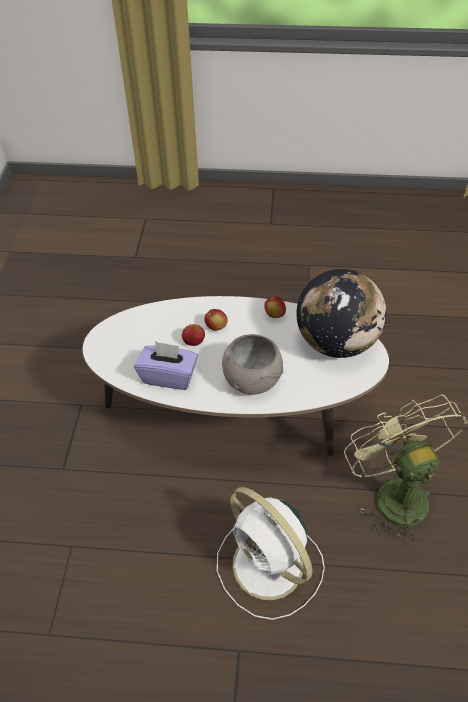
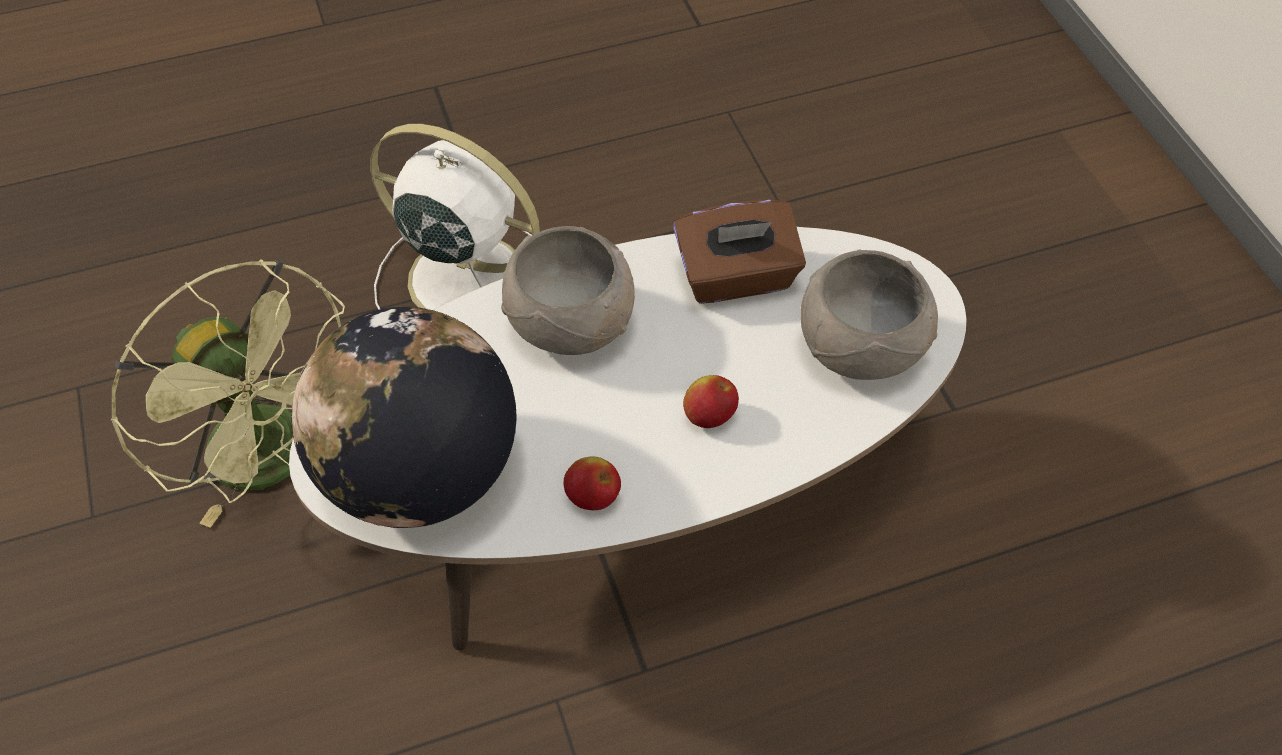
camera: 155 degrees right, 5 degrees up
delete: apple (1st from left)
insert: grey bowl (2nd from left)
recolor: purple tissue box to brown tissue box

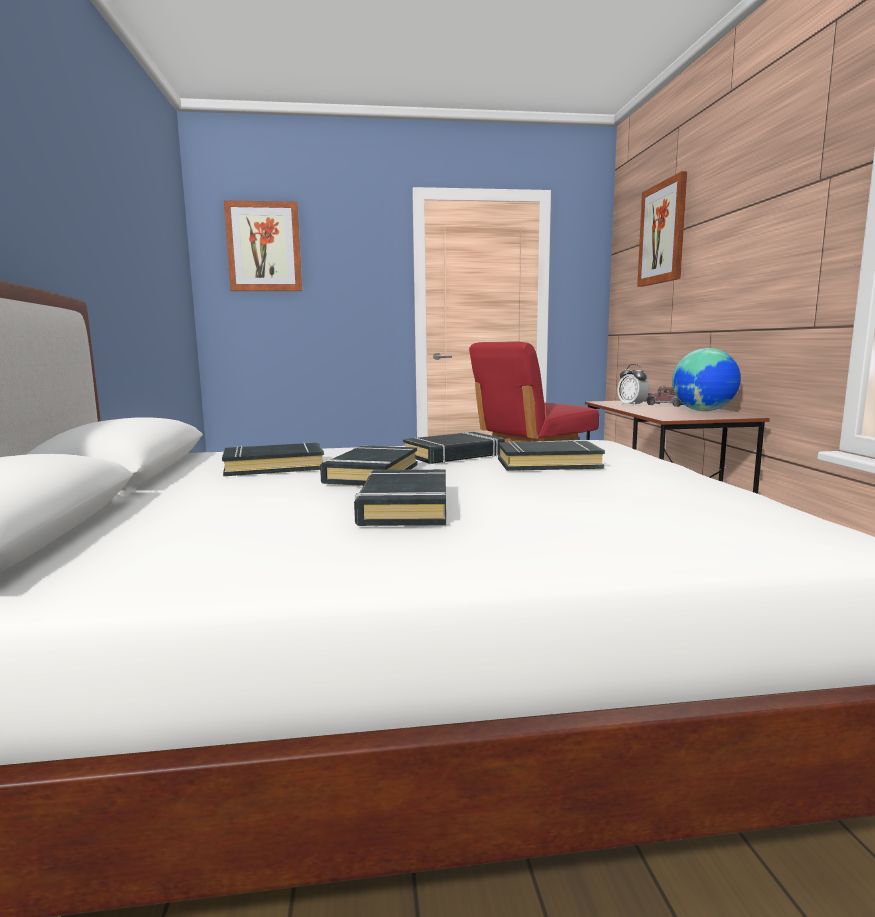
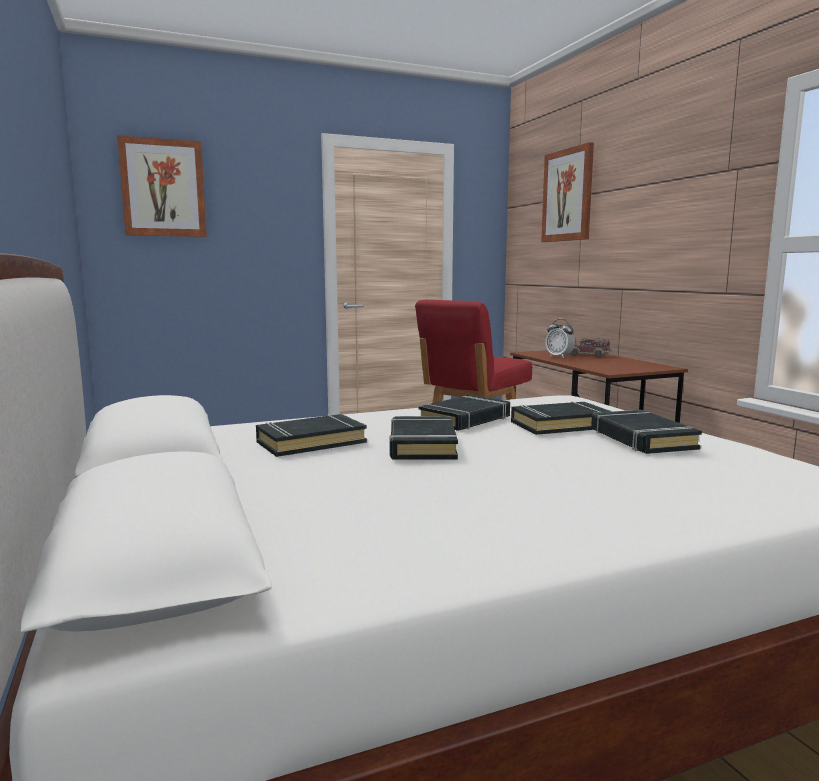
camera: 15 degrees left, 0 degrees up
delete: globe
move: black book (3rd from left in the first image) to black book (5th from left)

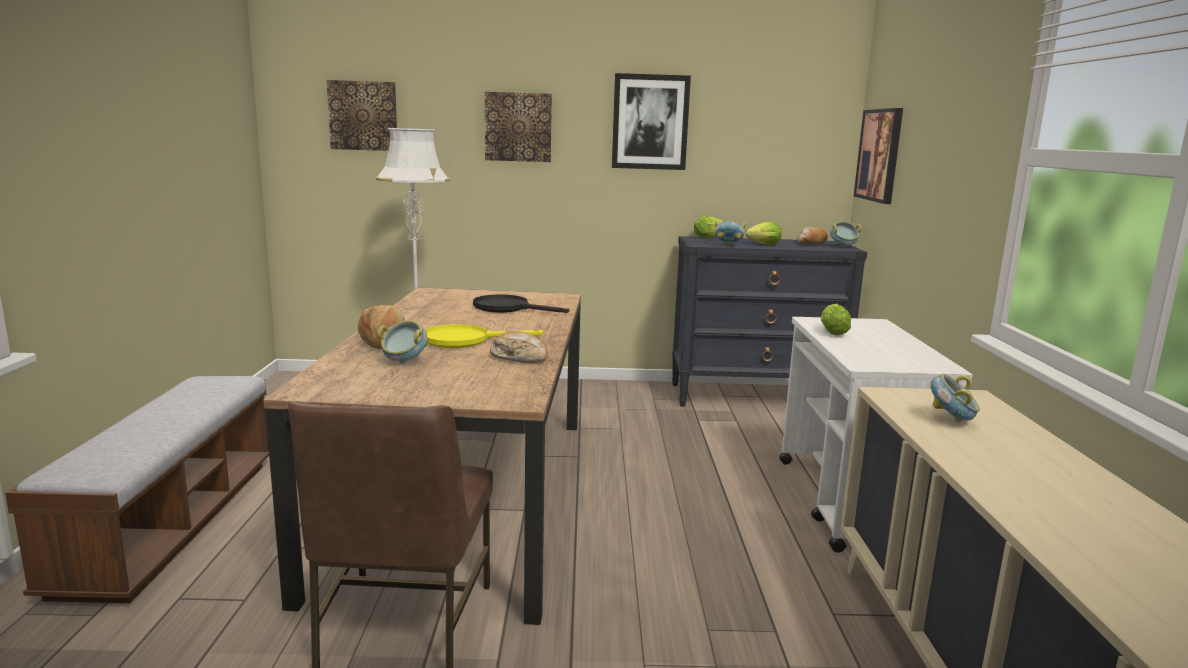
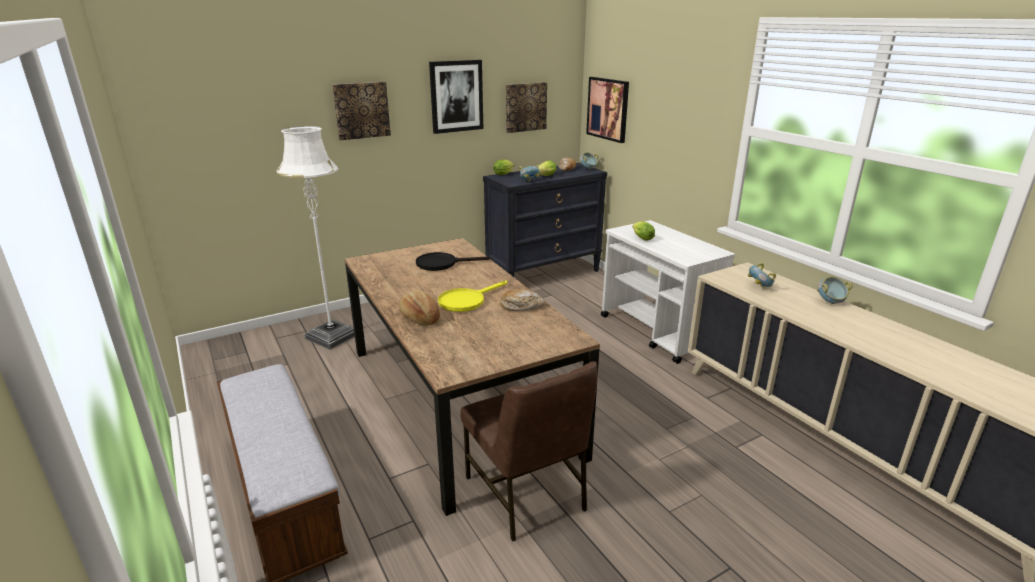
camera: 30 degrees left, 10 degrees up
move: picture (1st from left in the first image) to picture (3rd from left); bowl (1st from left in the first image) to bowl (4th from left)

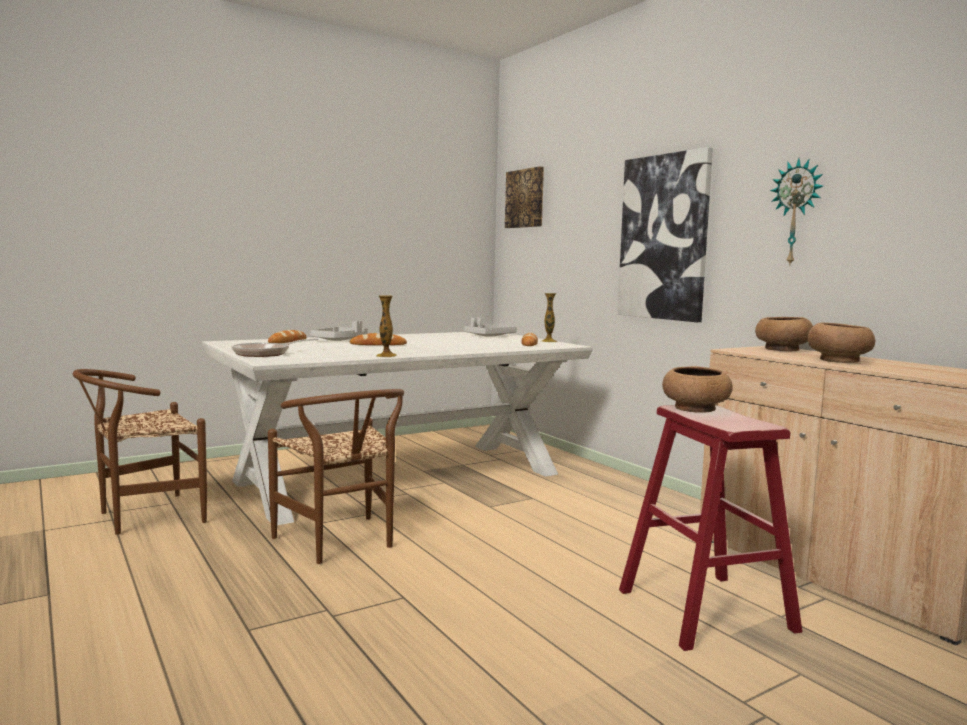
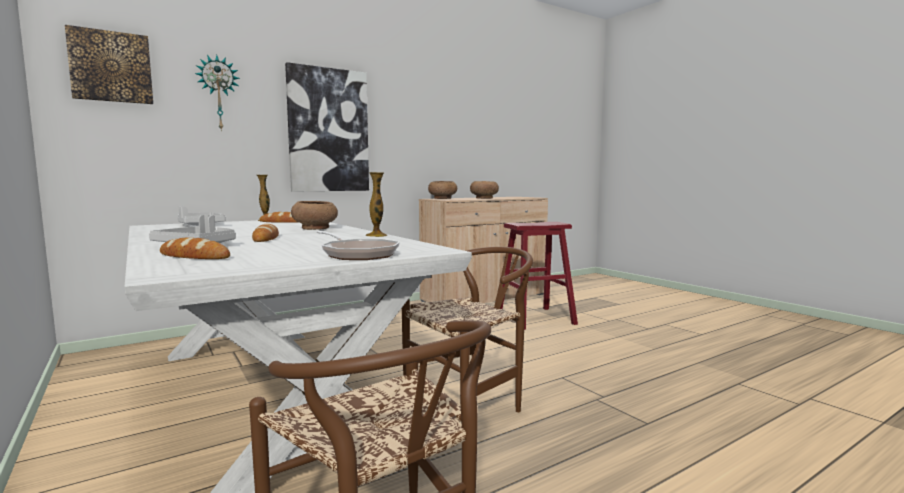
camera: 90 degrees left, 0 degrees up
move: brown bowl (1st from left); wall clock

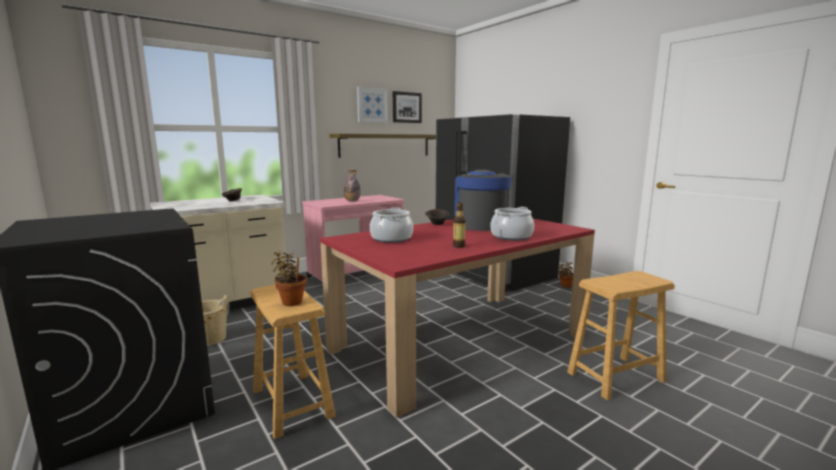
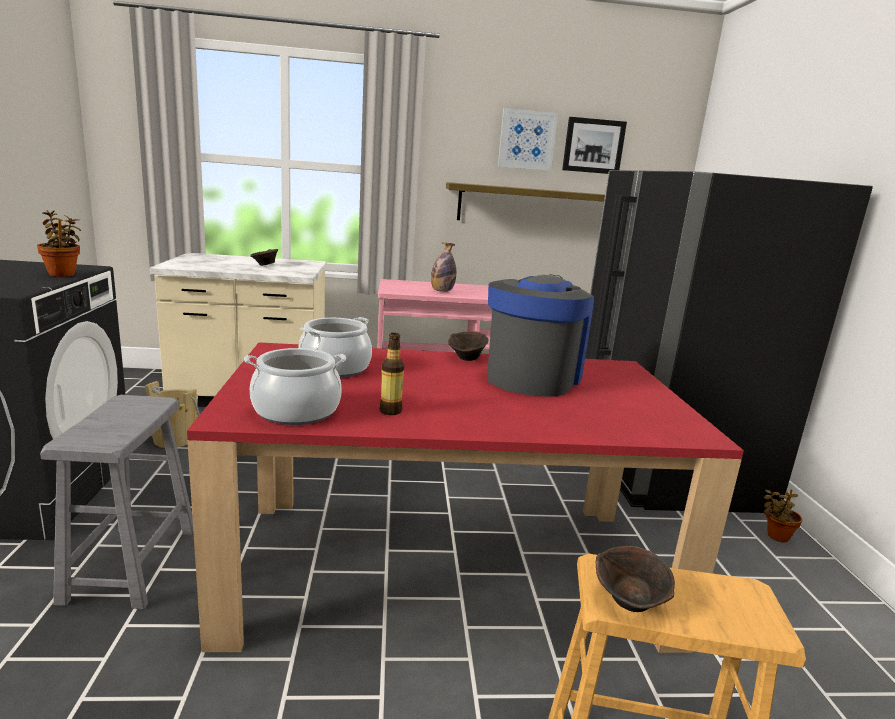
camera: 30 degrees right, 5 degrees up
insert: brown bowl (3rd from left)
move: potted plant (1st from left); cooking pot (2nd from left in the first image) to cooking pot (1st from left)
recolor: brown stool (1st from left) to grey stool

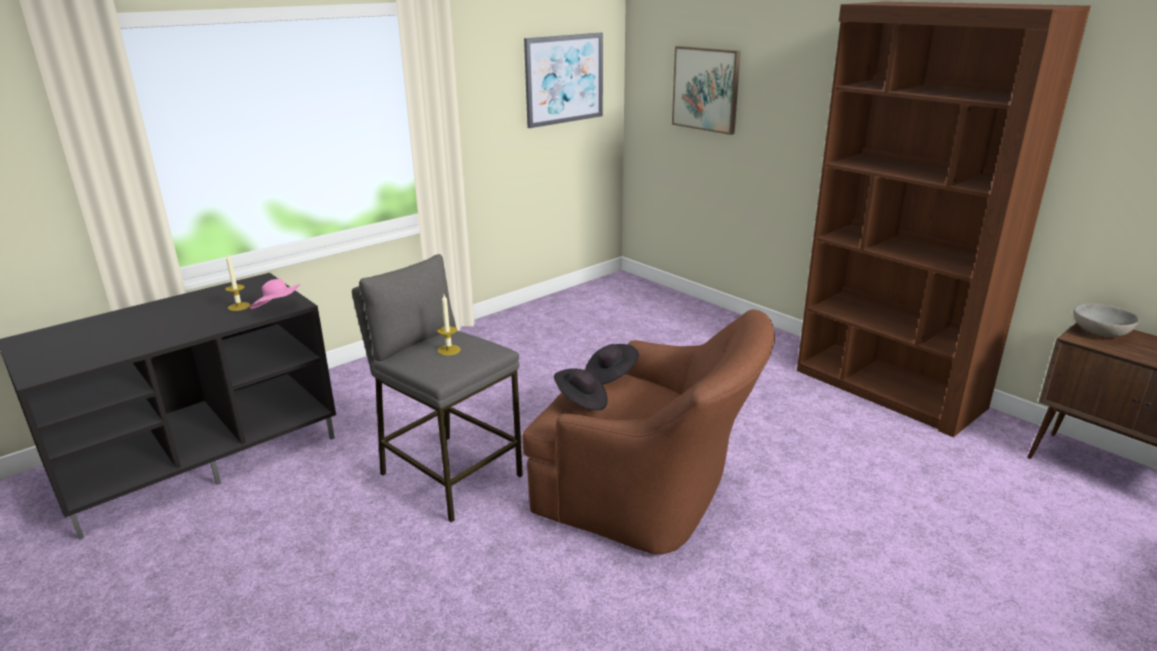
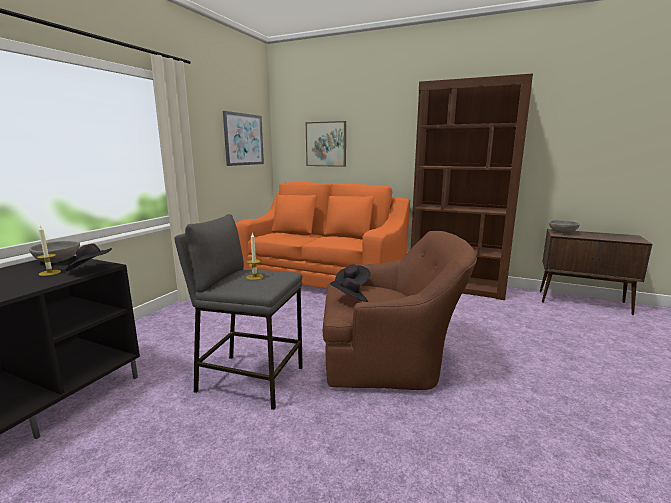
camera: 25 degrees left, 10 degrees down
insert: grey bowl (1st from left); orange sofa
recolor: pink hat to black hat (1st from left)

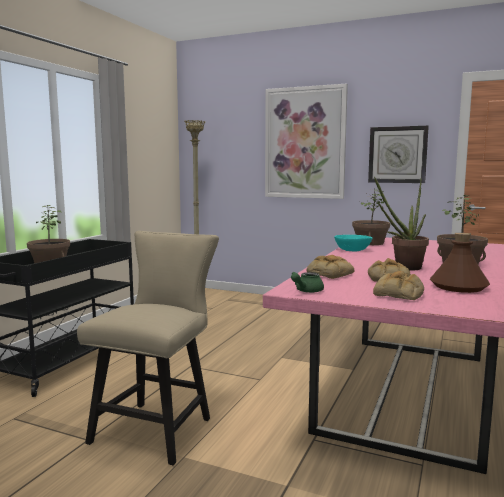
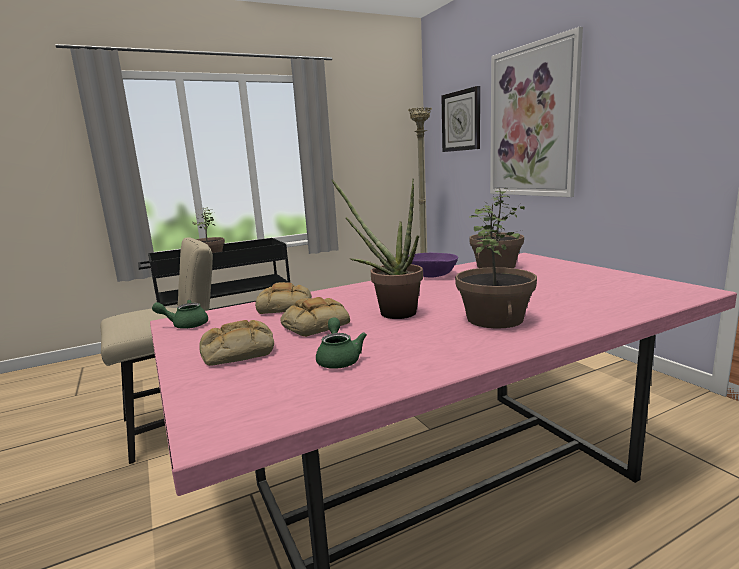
camera: 40 degrees right, 5 degrees up
move: wall clock
replace: brown bottle to green teapot (2nd from left)
recolor: turquoise bowl to purple bowl

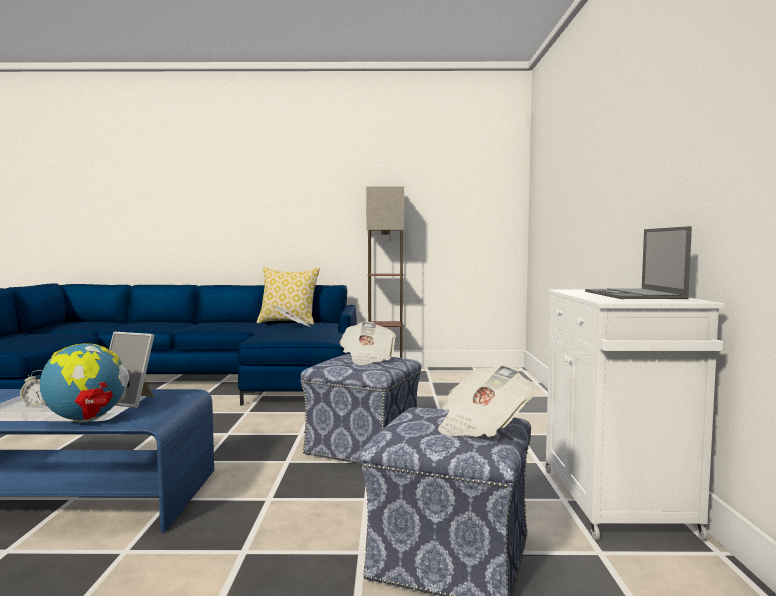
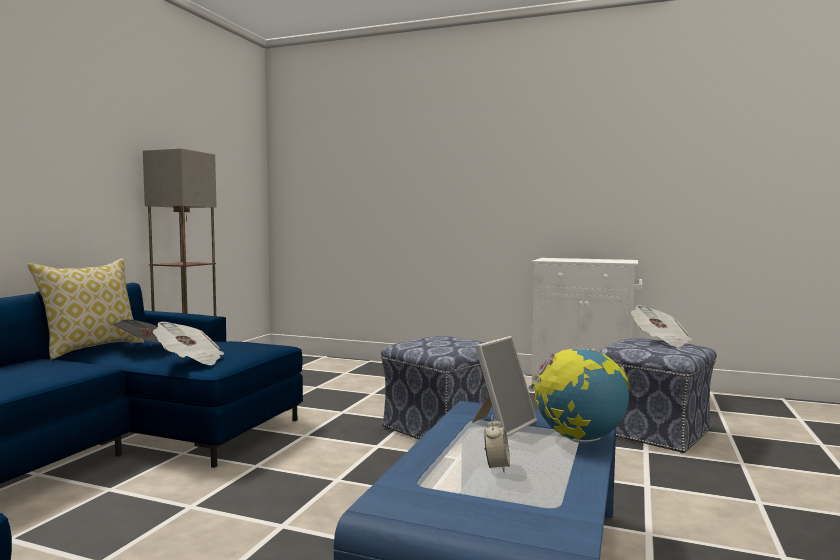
camera: 70 degrees left, 0 degrees up
delete: laptop
move: newspaper (2nd from left)

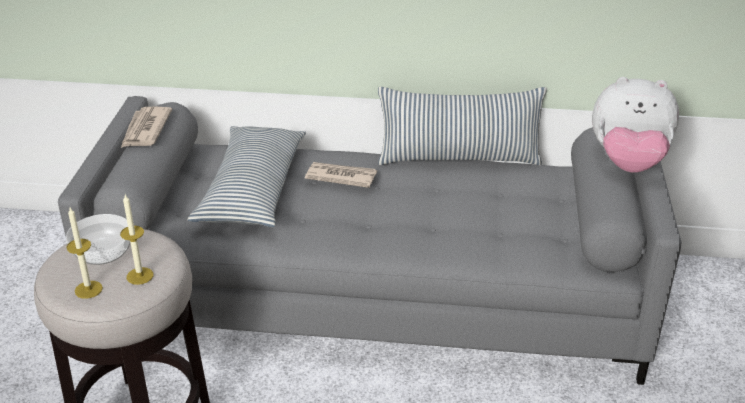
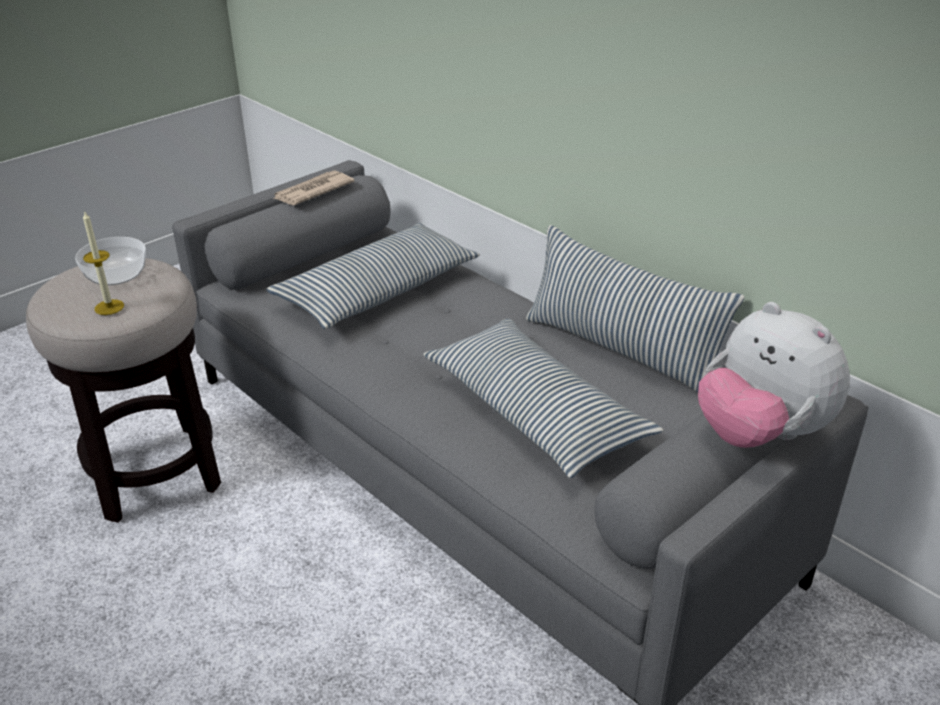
camera: 40 degrees right, 0 degrees up
delete: candle (1st from left); newspaper (2nd from left)
insert: pillow (2nd from left)

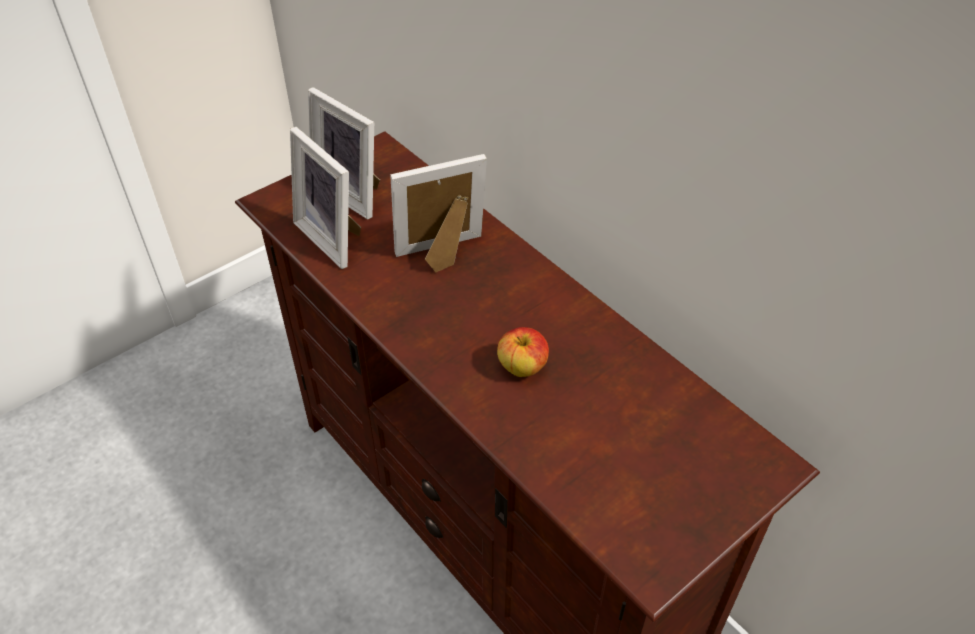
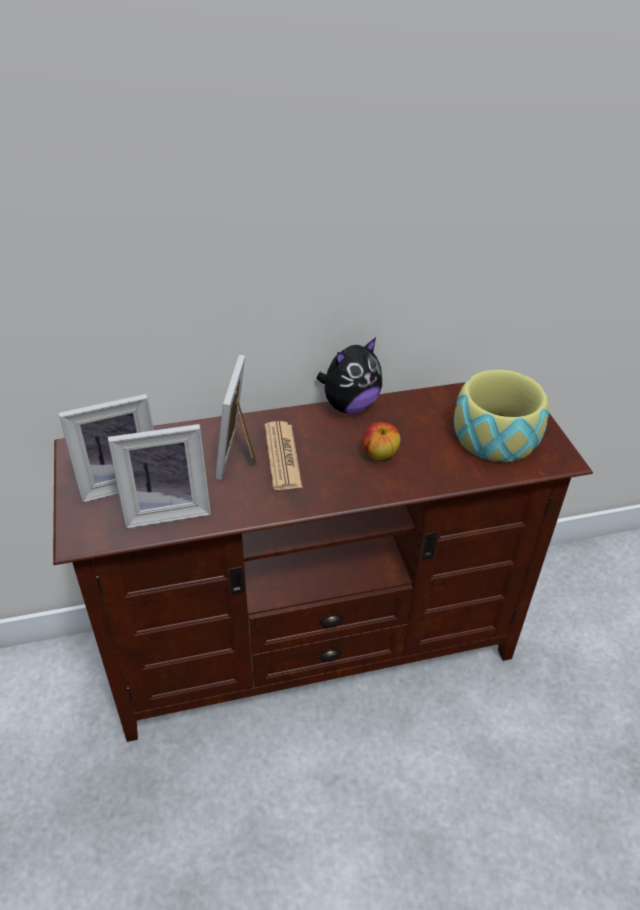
camera: 65 degrees left, 5 degrees down
insert: newspaper; plush toy; bowl

